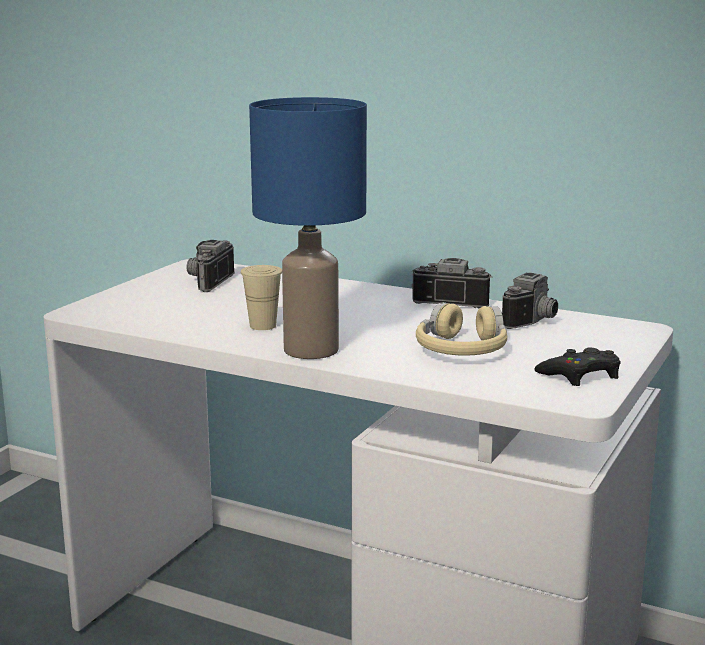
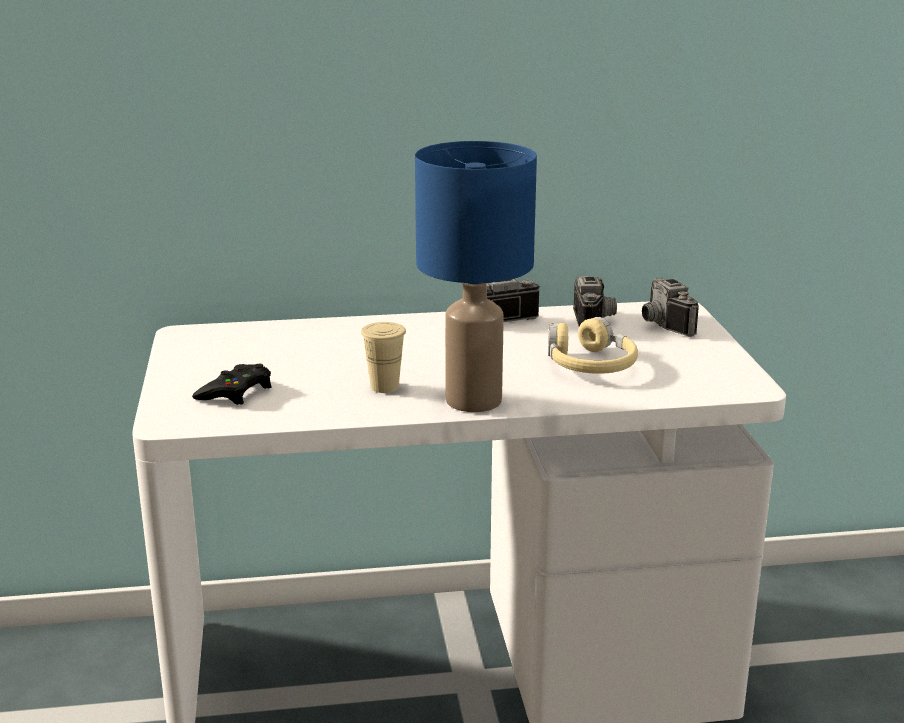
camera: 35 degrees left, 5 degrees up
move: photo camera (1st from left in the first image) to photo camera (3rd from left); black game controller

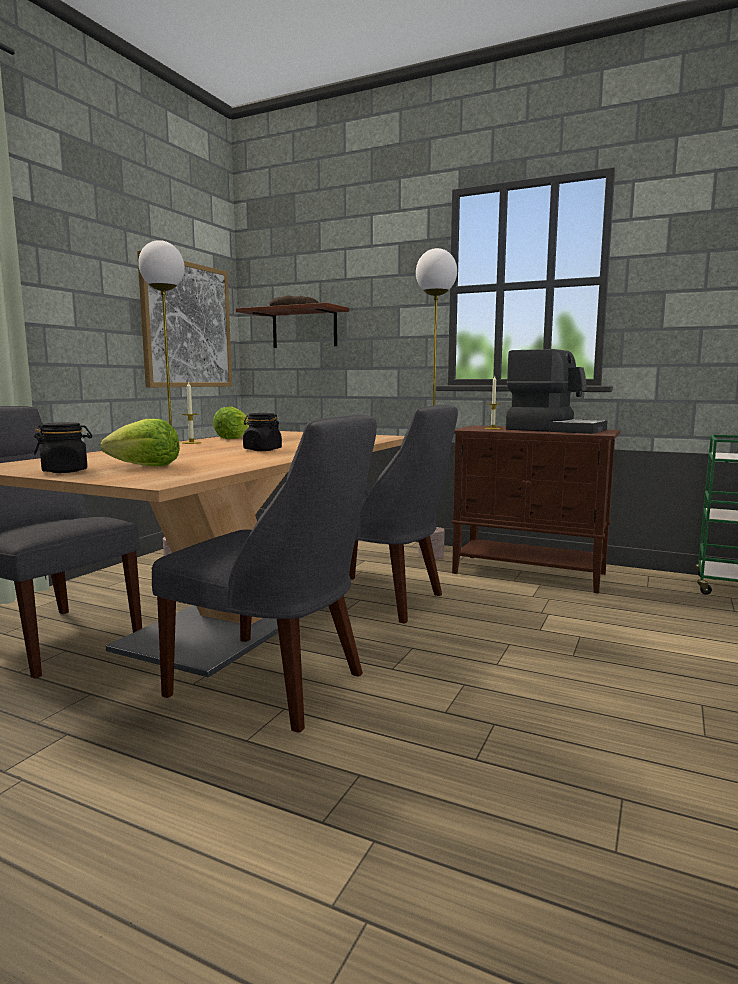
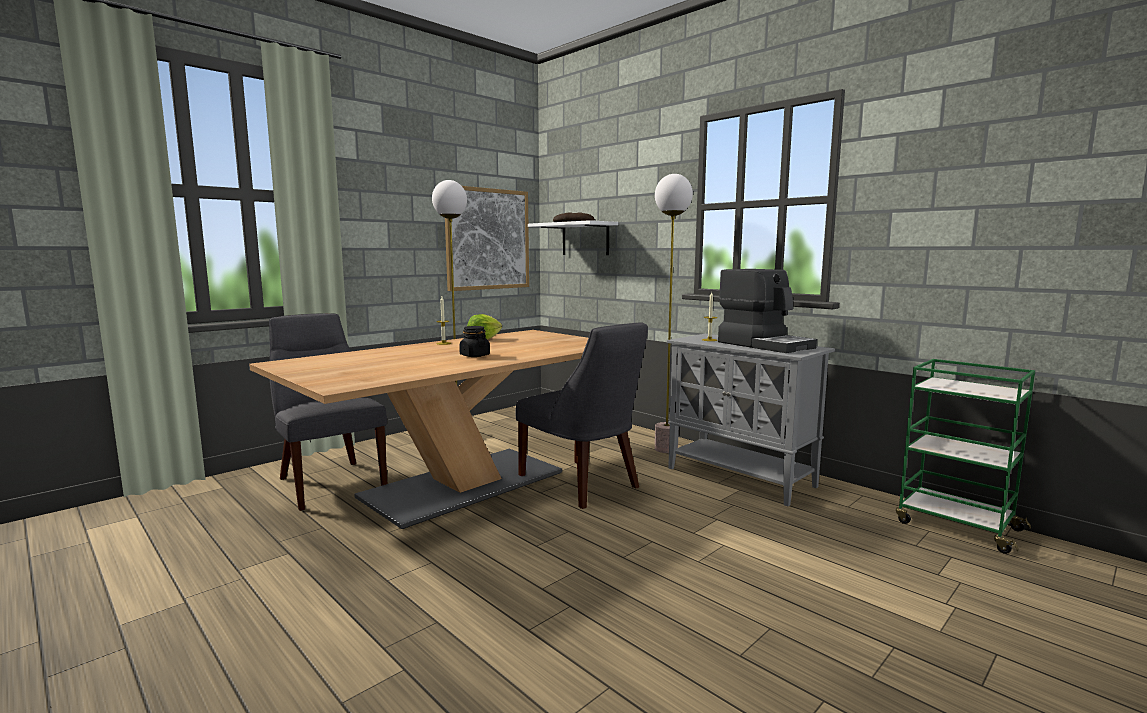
camera: 20 degrees right, 0 degrees up
delete: black jar (1st from left); lettuce (1st from left); grey chair (2nd from left)
recolor: brown shelf to white shelf; brown cabinet to grey cabinet

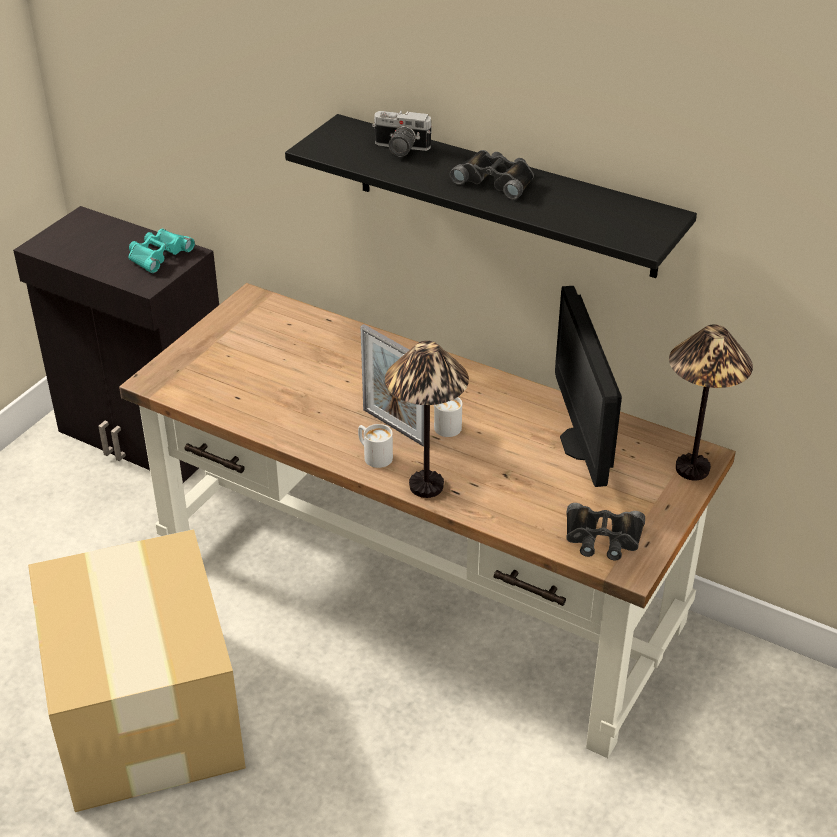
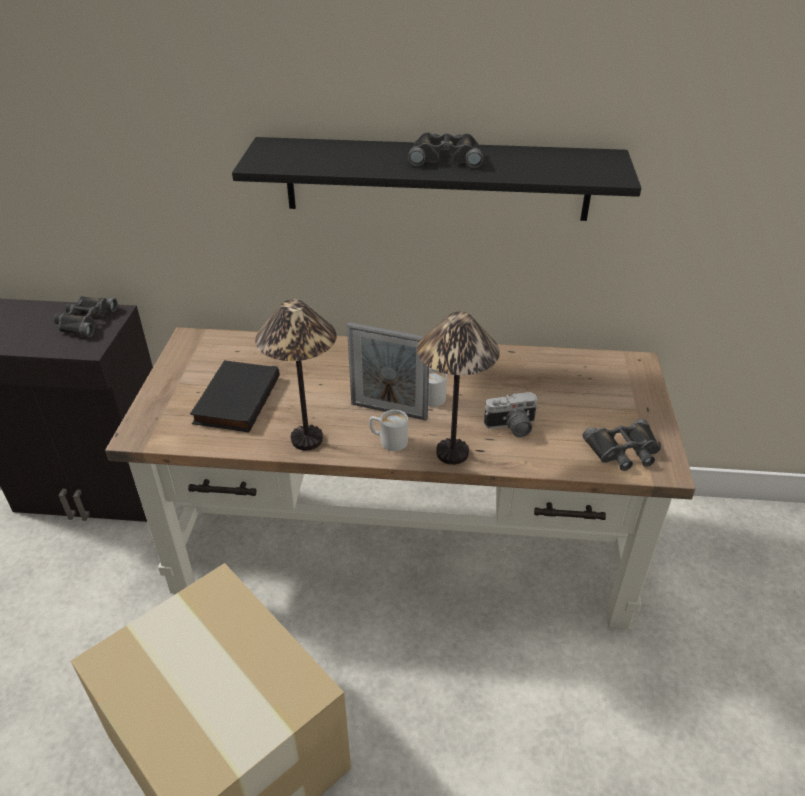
camera: 25 degrees left, 0 degrees up
delete: monitor
insert: black book
move: photo camera; table lamp (2nd from left in the first image) to table lamp (1st from left)
recolor: turquoise binoculars to black binoculars (1st from left)

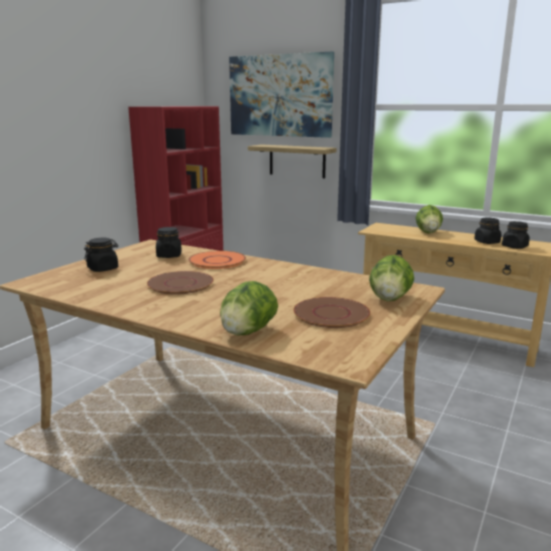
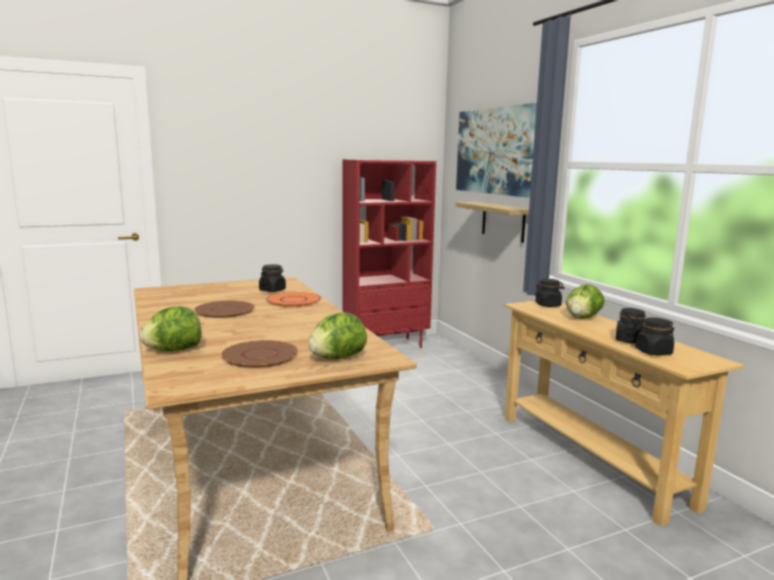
camera: 35 degrees right, 5 degrees down
move: black jar (1st from left in the first image) to black jar (2nd from left)

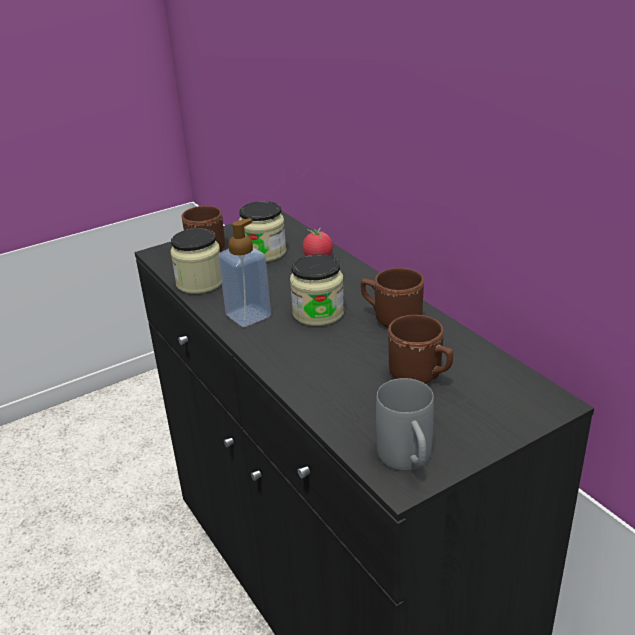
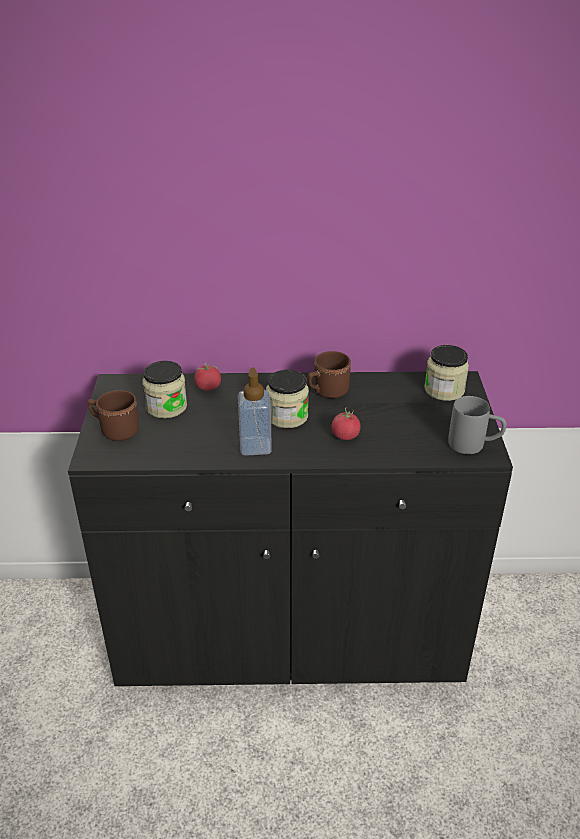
camera: 60 degrees left, 5 degrees up
delete: brown mug (3rd from left)
insert: tomato (2nd from left)
move: jar (1st from left in the first image) to jar (3rd from left)

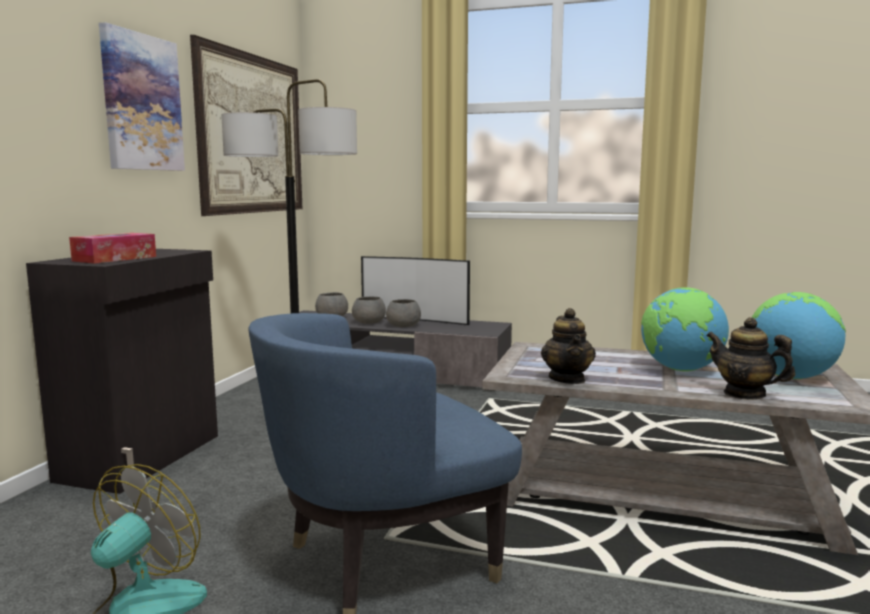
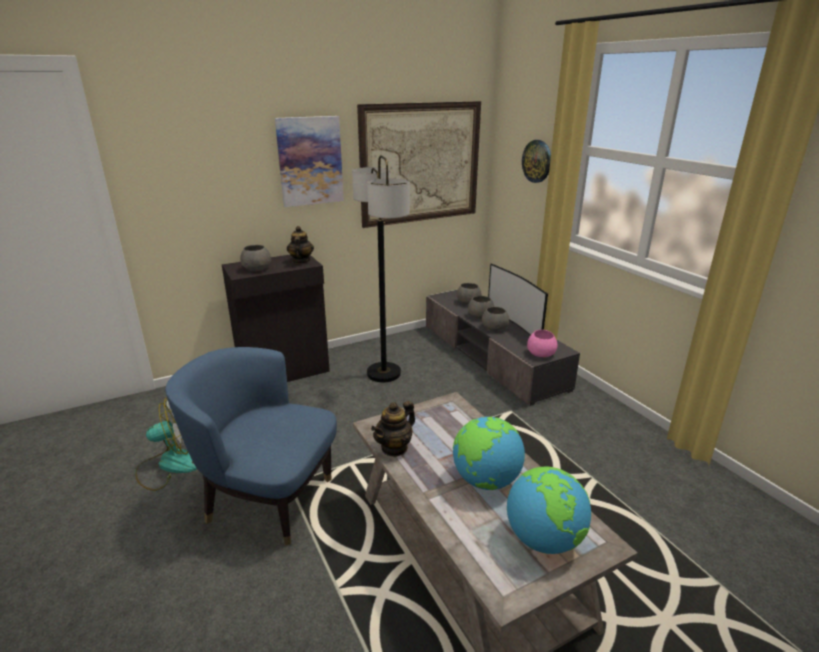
camera: 45 degrees right, 15 degrees up
insert: wall clock; pink bowl
move: teapot (2nd from left in the first image) to teapot (1st from left)
replace: tissue box to grey bowl (1st from left)

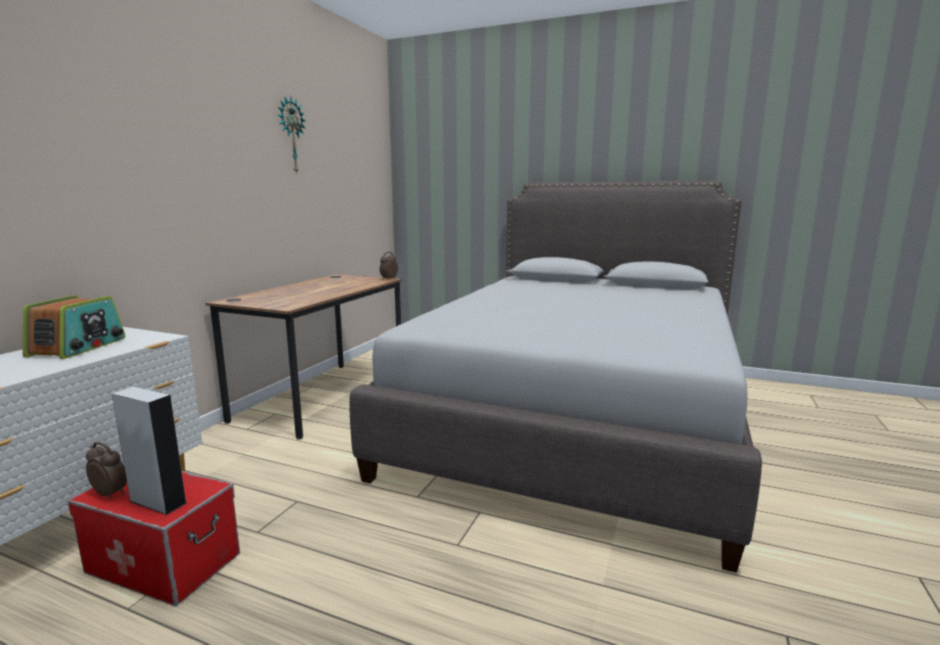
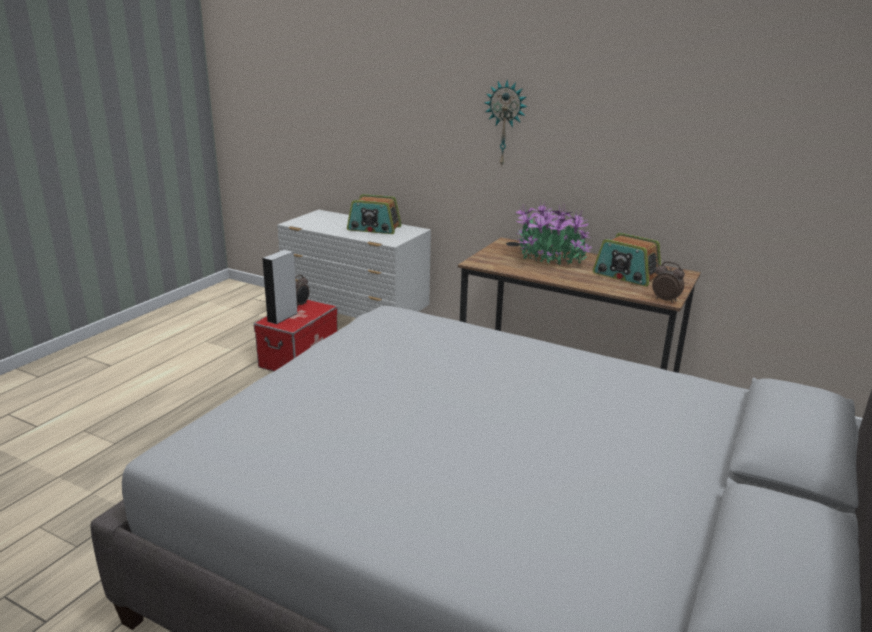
camera: 95 degrees right, 10 degrees up
insert: potted plant; radio (2nd from left)
move: wall clock

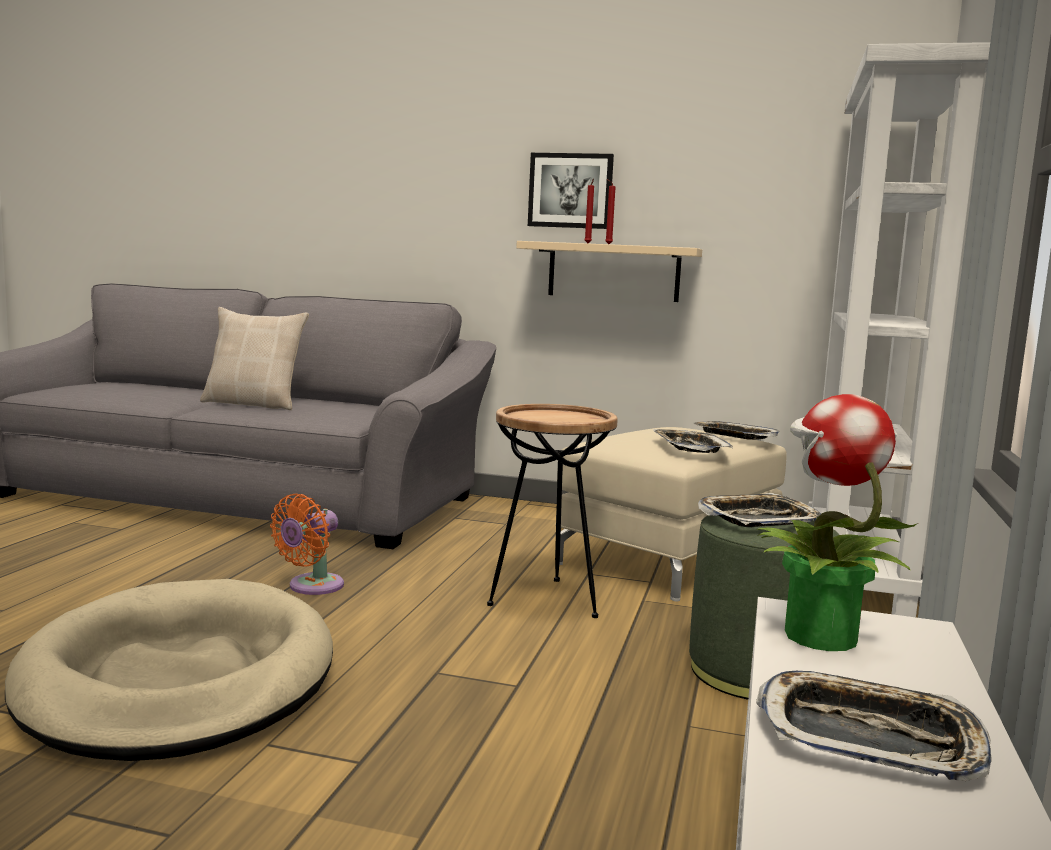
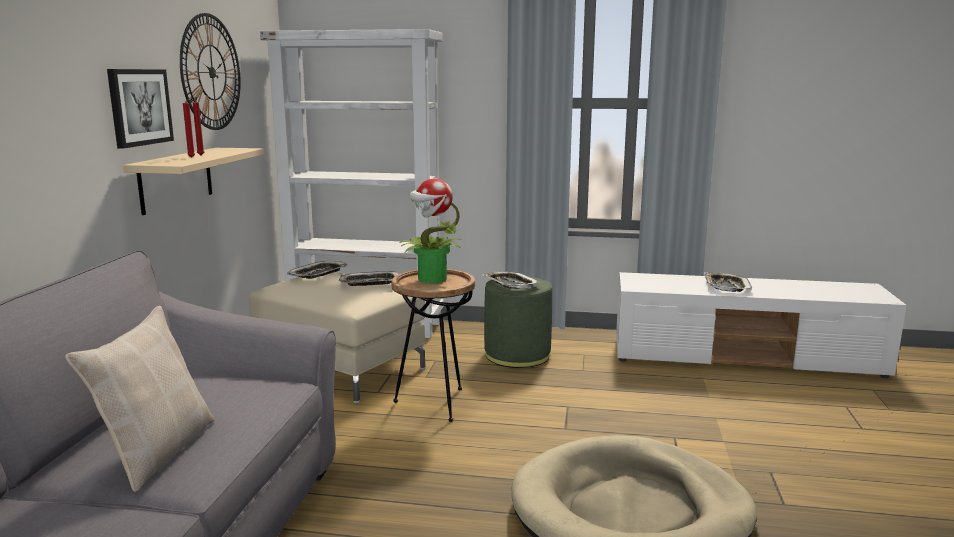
camera: 95 degrees left, 5 degrees up
delete: orange fan
insert: wall clock
move: potted plant

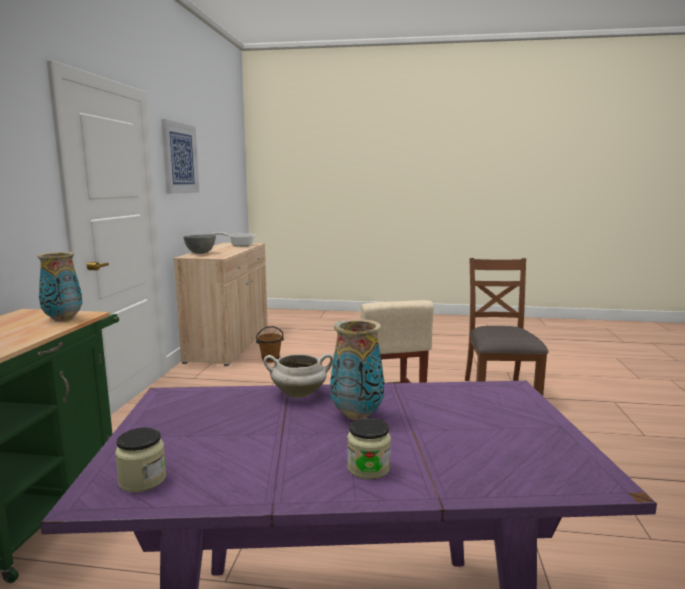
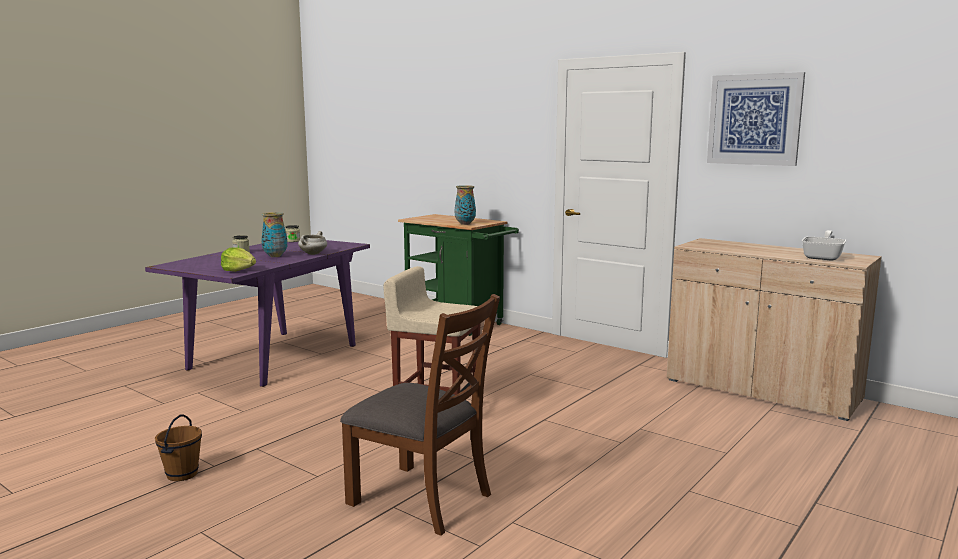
camera: 120 degrees right, 0 degrees up
delete: grey bowl
insert: lettuce
move: brown bucket

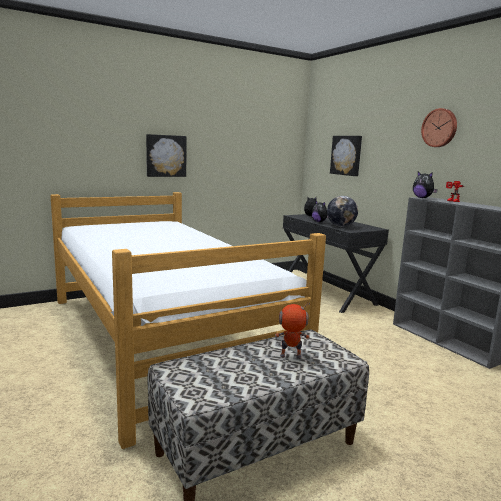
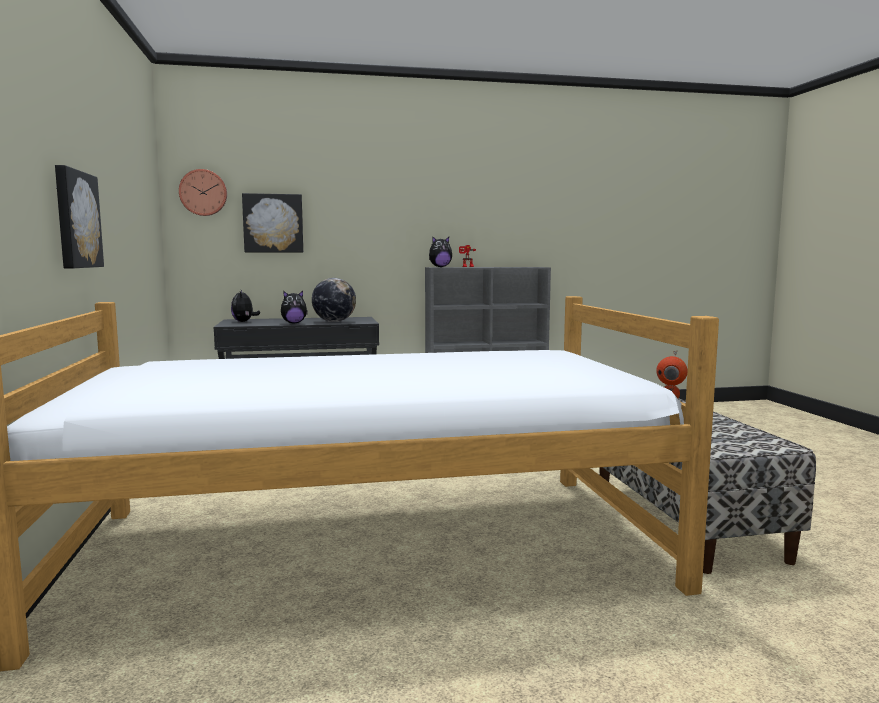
camera: 70 degrees left, 5 degrees down
move: wall clock

